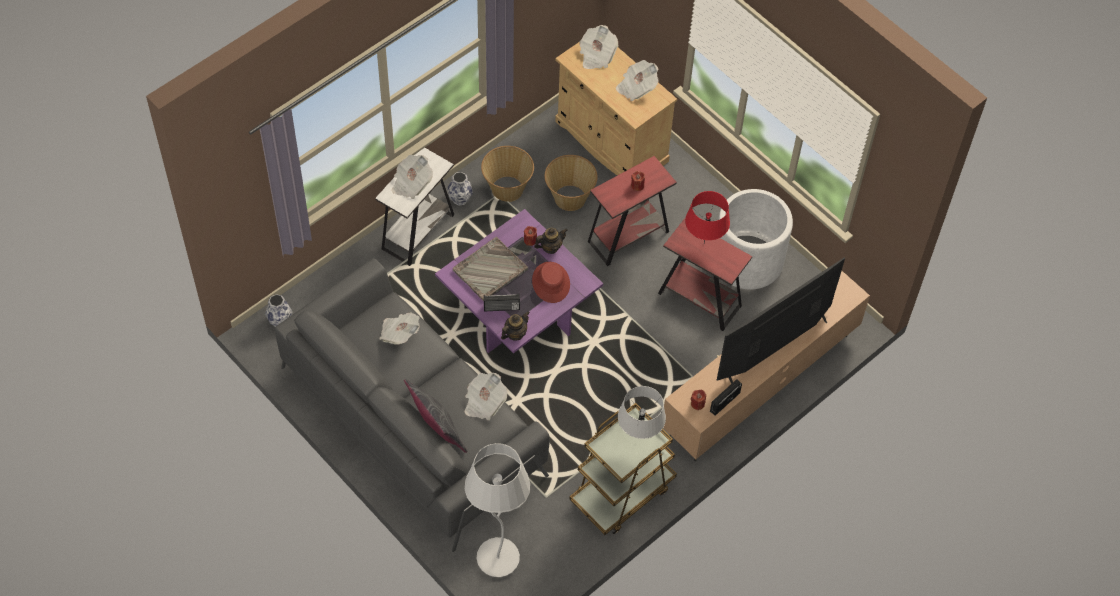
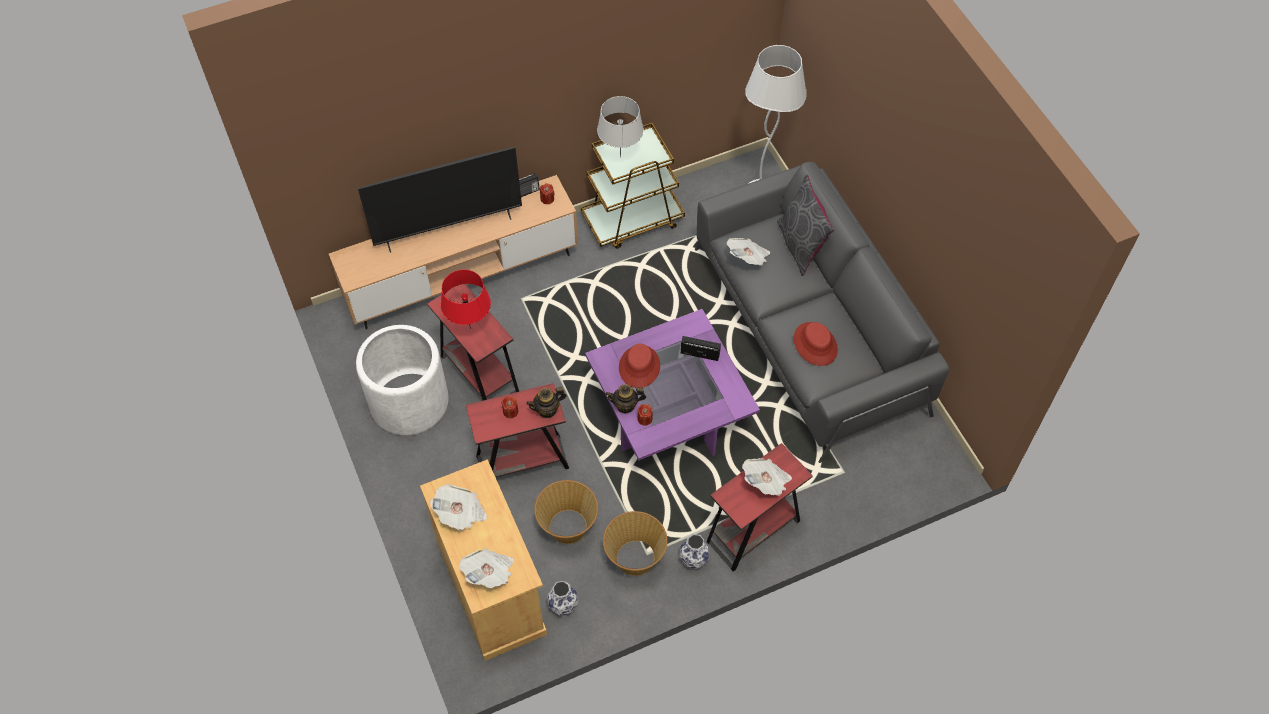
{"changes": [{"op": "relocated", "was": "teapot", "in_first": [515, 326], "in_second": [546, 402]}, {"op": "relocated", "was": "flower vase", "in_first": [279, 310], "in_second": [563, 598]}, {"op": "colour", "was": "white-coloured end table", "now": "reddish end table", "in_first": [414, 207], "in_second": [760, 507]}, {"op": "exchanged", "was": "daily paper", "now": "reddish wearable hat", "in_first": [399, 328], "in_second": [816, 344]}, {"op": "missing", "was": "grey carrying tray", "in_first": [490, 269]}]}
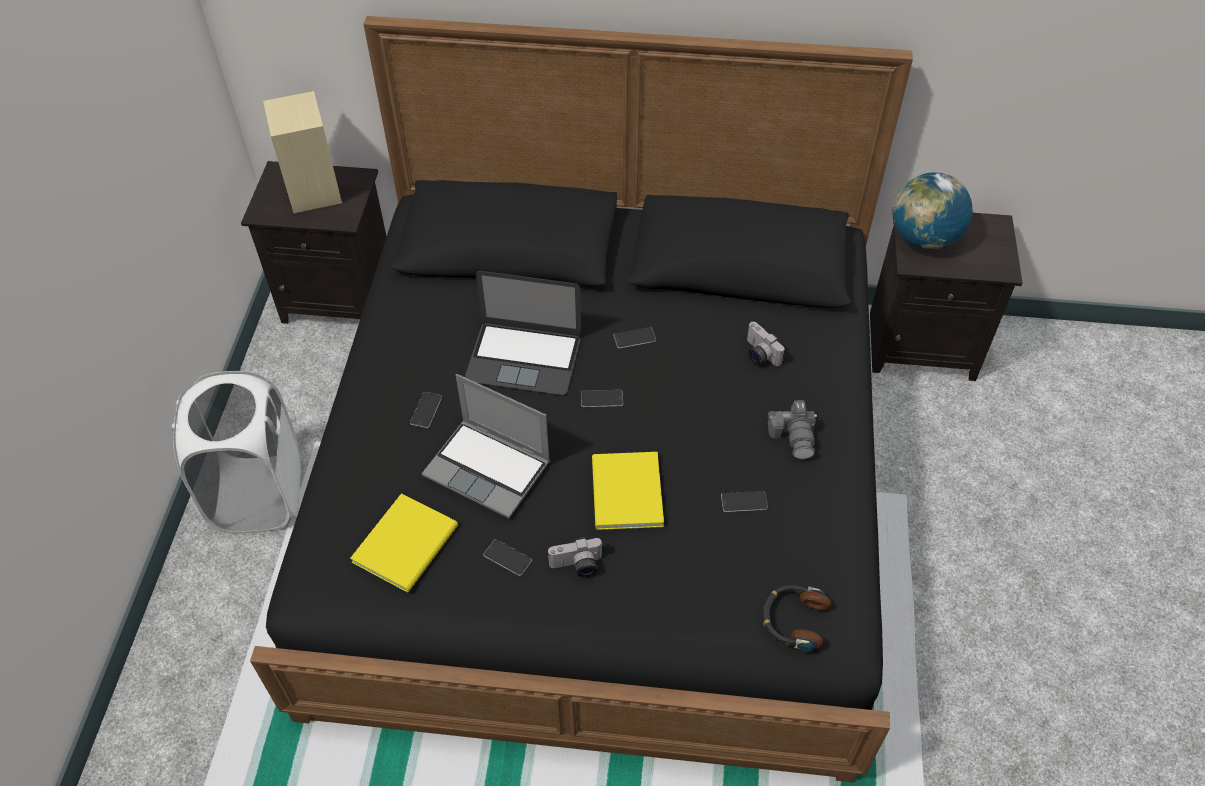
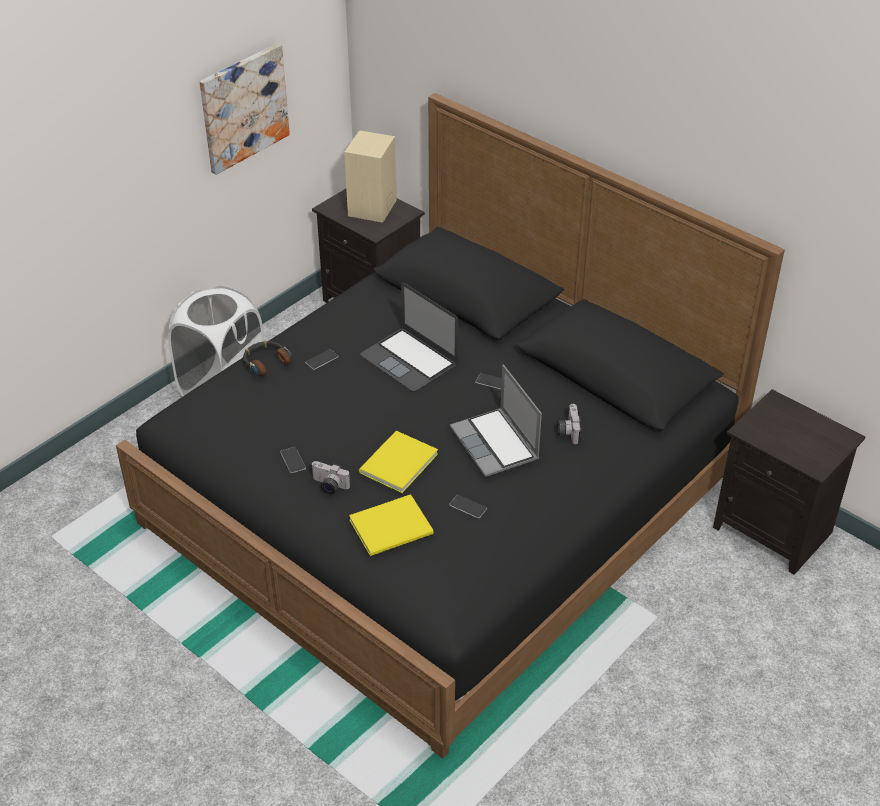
{"changes": [{"op": "appeared", "now": "wall picture", "in_second": [244, 109]}, {"op": "relocated", "was": "headset", "in_first": [797, 618], "in_second": [267, 358]}, {"op": "relocated", "was": "yellow volume", "in_first": [404, 542], "in_second": [391, 525]}, {"op": "relocated", "was": "portable computer", "in_first": [486, 446], "in_second": [496, 421]}, {"op": "missing", "was": "phone", "in_first": [602, 398]}, {"op": "missing", "was": "photo camera", "in_first": [792, 429]}, {"op": "missing", "was": "desk globe", "in_first": [933, 211]}]}
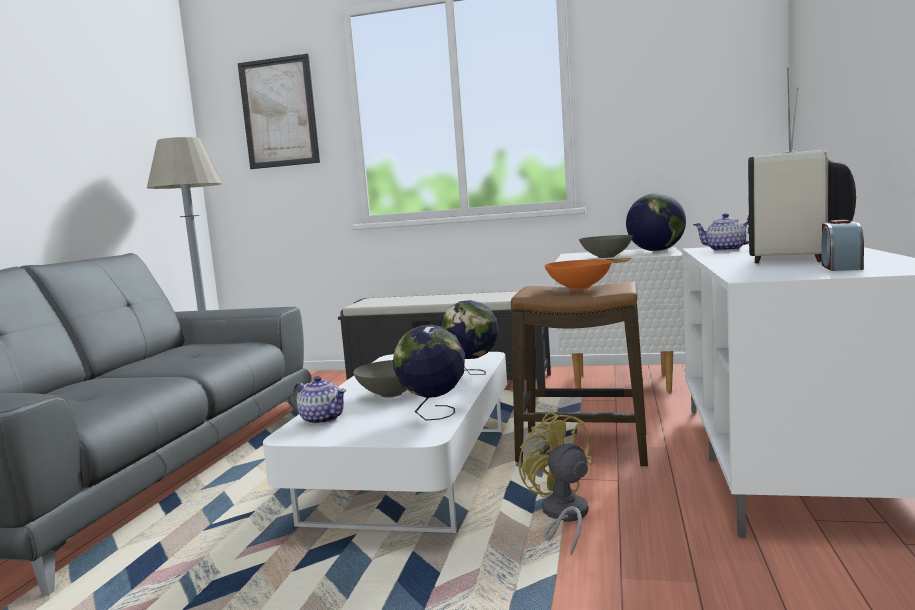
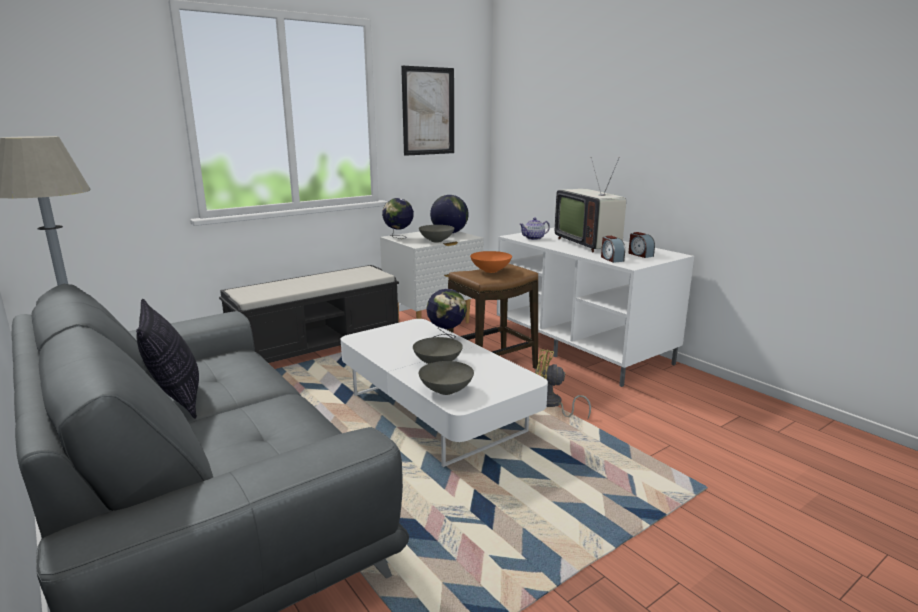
{"changes": [{"op": "appeared", "now": "cushion", "in_second": [167, 359]}, {"op": "relocated", "was": "desk globe", "in_first": [429, 373], "in_second": [398, 218]}, {"op": "relocated", "was": "wall picture", "in_first": [279, 111], "in_second": [427, 111]}, {"op": "exchanged", "was": "teapot", "now": "grey deep dish", "in_first": [319, 400], "in_second": [446, 378]}, {"op": "appeared", "now": "bedside clock", "in_second": [613, 249]}]}
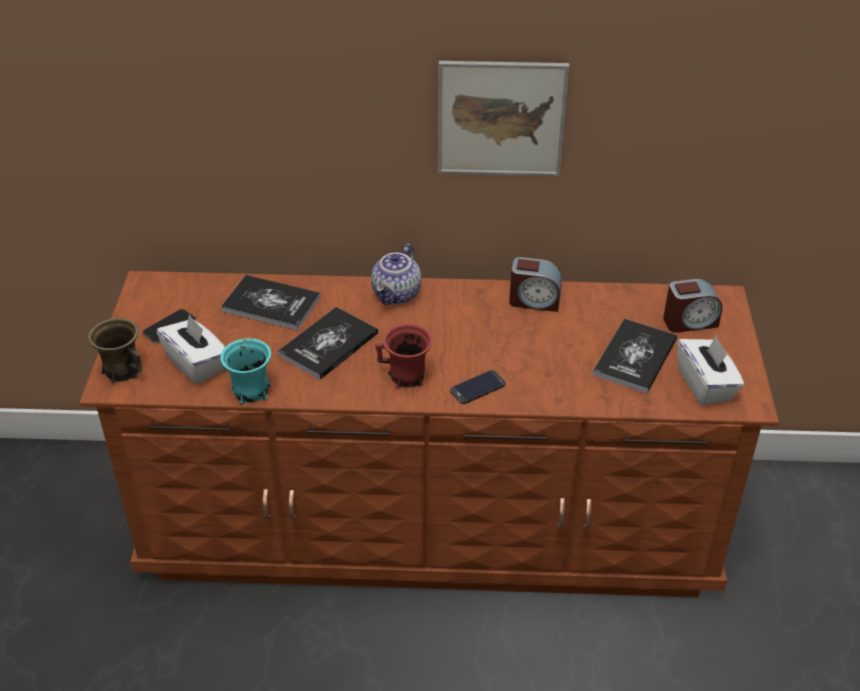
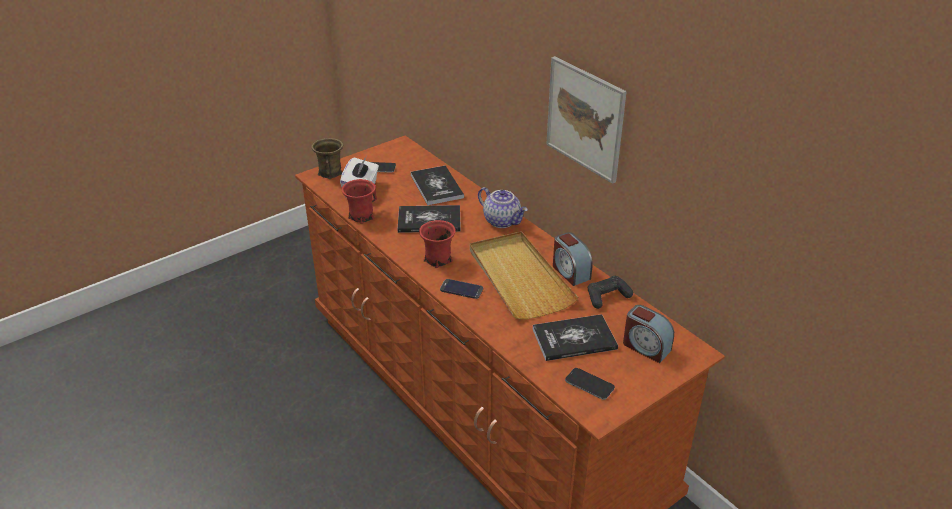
{"changes": [{"op": "colour", "was": "blue-green coffee mug", "now": "reddish coffee mug", "in_first": [245, 371], "in_second": [359, 201]}, {"op": "appeared", "now": "beige-coloured carrying tray", "in_second": [524, 275]}, {"op": "spun", "was": "teapot", "in_first": [396, 274], "in_second": [503, 207], "clockwise": -120}, {"op": "exchanged", "was": "white-coloured box of tissues", "now": "phone", "in_first": [710, 370], "in_second": [590, 384]}, {"op": "appeared", "now": "black-coloured gamepad", "in_second": [610, 292]}]}
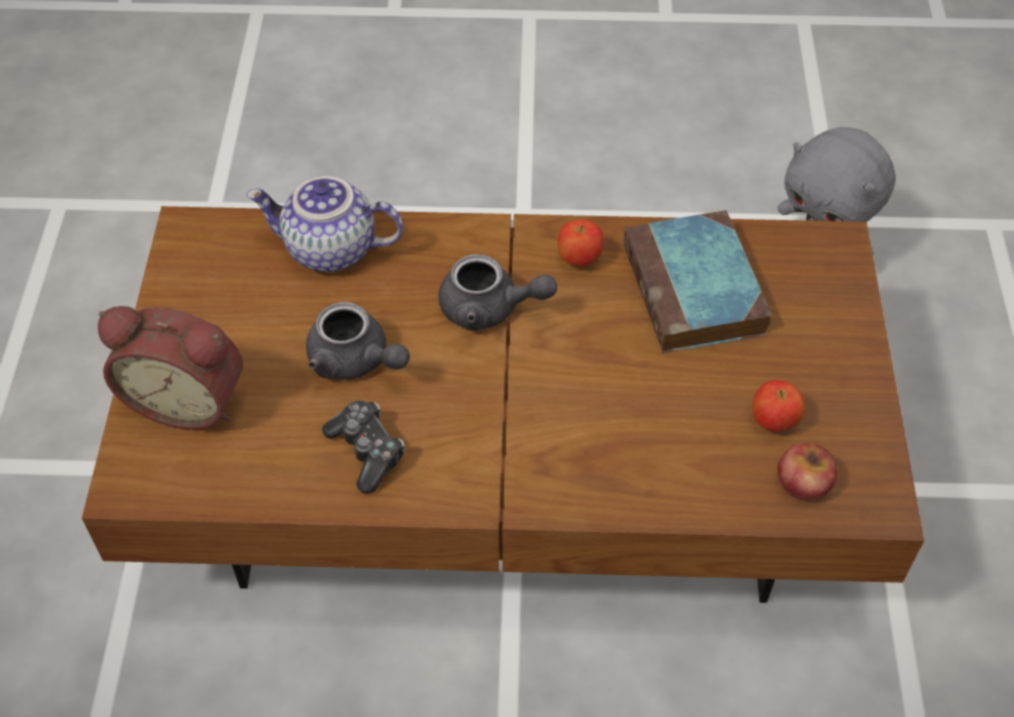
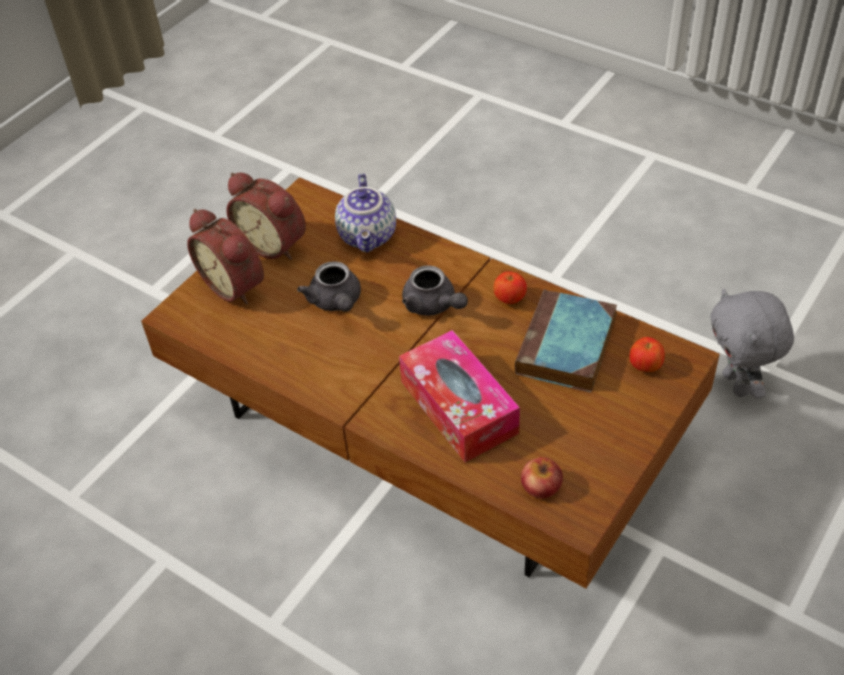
{"changes": [{"op": "appeared", "now": "bedside clock", "in_second": [266, 216]}, {"op": "spun", "was": "teapot", "in_first": [324, 224], "in_second": [365, 212], "clockwise": -135}, {"op": "appeared", "now": "box of tissues", "in_second": [459, 396]}, {"op": "relocated", "was": "apple fruit", "in_first": [778, 406], "in_second": [647, 354]}, {"op": "missing", "was": "gamepad", "in_first": [363, 447]}]}
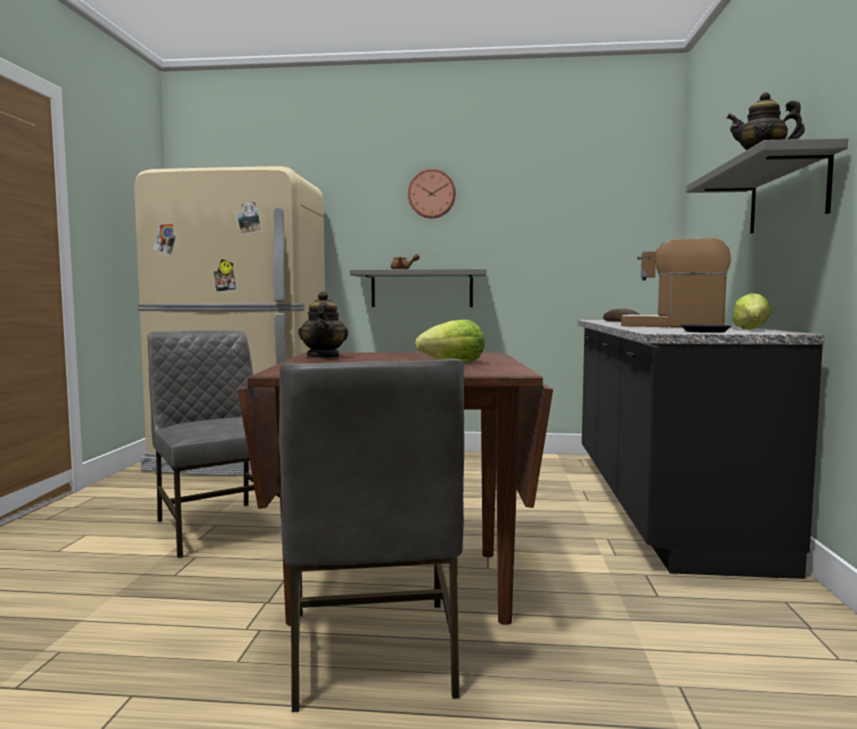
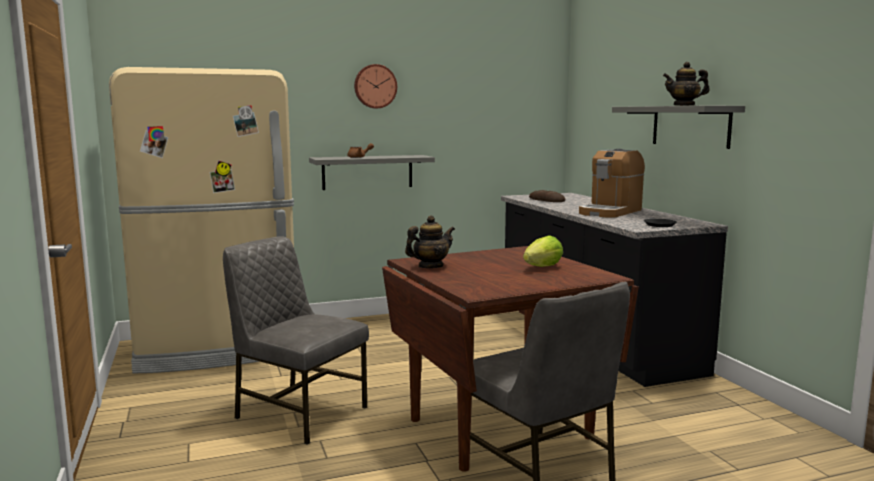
{"changes": [{"op": "spun", "was": "teapot", "in_first": [323, 324], "in_second": [430, 241], "clockwise": -90}, {"op": "spun", "was": "coffee brewer", "in_first": [676, 282], "in_second": [612, 183], "clockwise": -45}, {"op": "missing", "was": "lettuce head", "in_first": [752, 311]}]}
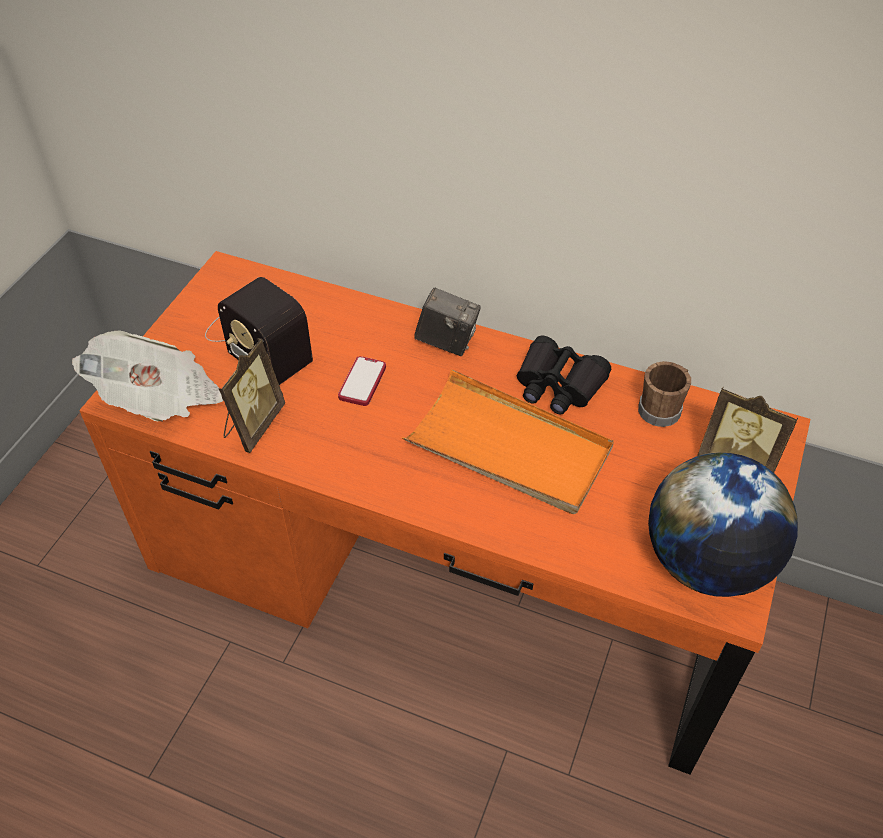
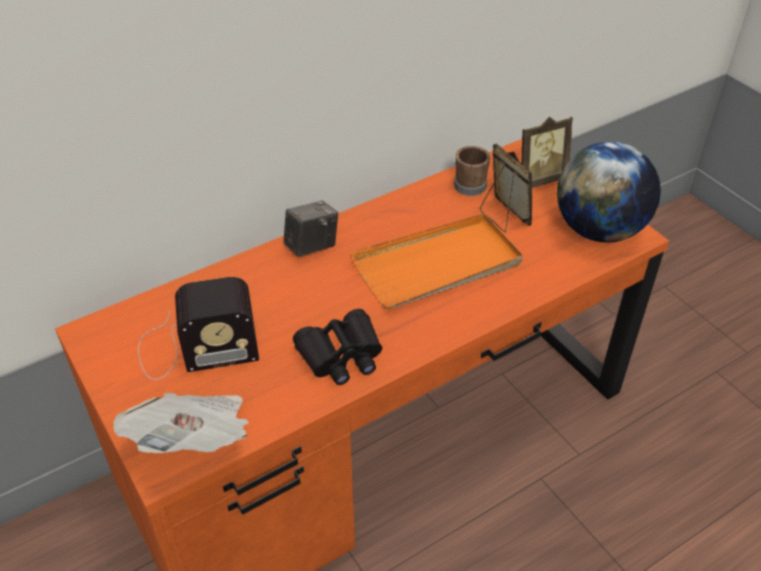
{"changes": [{"op": "relocated", "was": "black-coloured field glasses", "in_first": [564, 375], "in_second": [337, 347]}, {"op": "relocated", "was": "picture frame", "in_first": [251, 395], "in_second": [506, 188]}, {"op": "missing", "was": "phone", "in_first": [362, 381]}]}
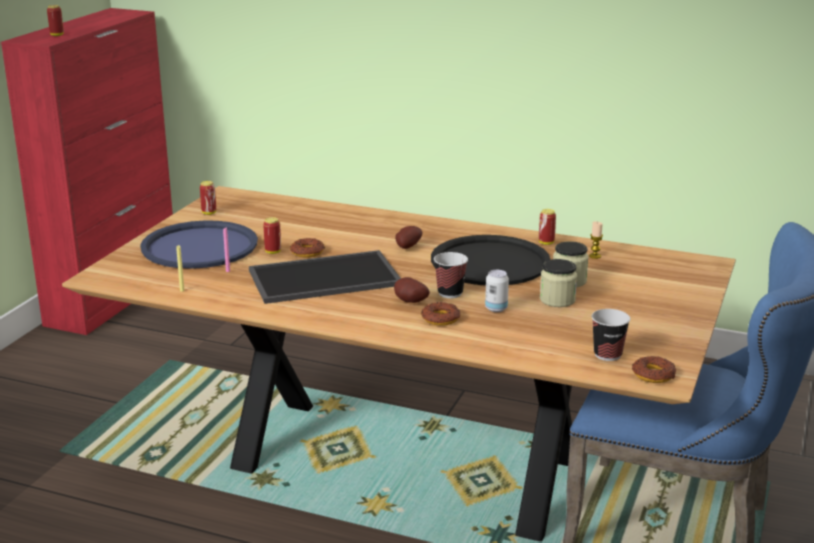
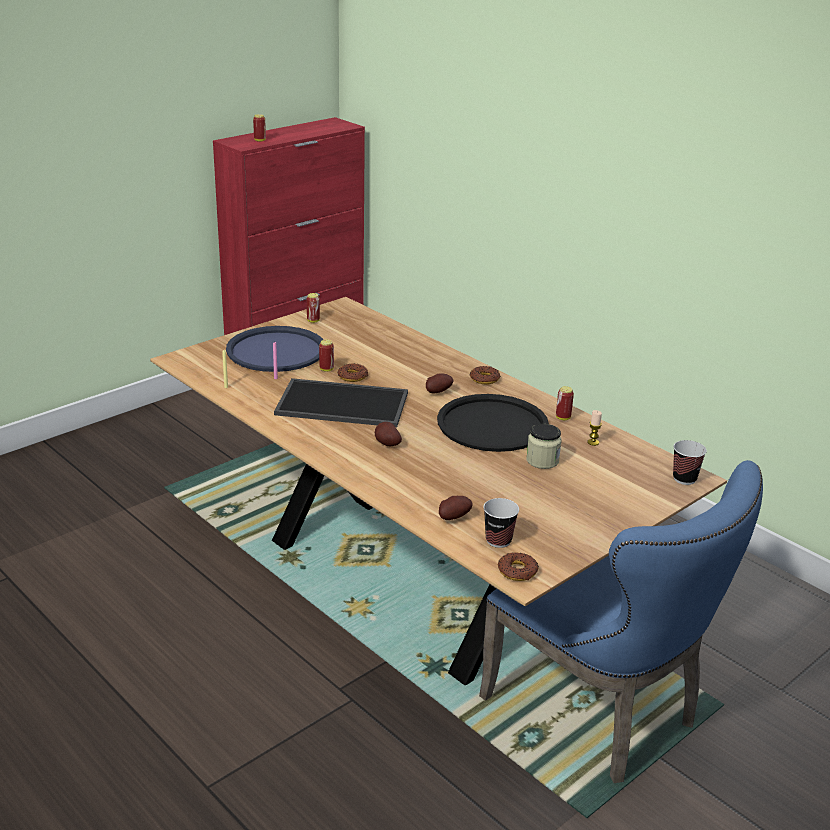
{"changes": [{"op": "appeared", "now": "whole potato", "in_second": [456, 508]}, {"op": "relocated", "was": "donut", "in_first": [441, 314], "in_second": [485, 375]}, {"op": "relocated", "was": "drinking cup", "in_first": [451, 275], "in_second": [690, 462]}, {"op": "missing", "was": "sealed can", "in_first": [497, 291]}, {"op": "missing", "was": "preserve jar", "in_first": [558, 283]}]}
